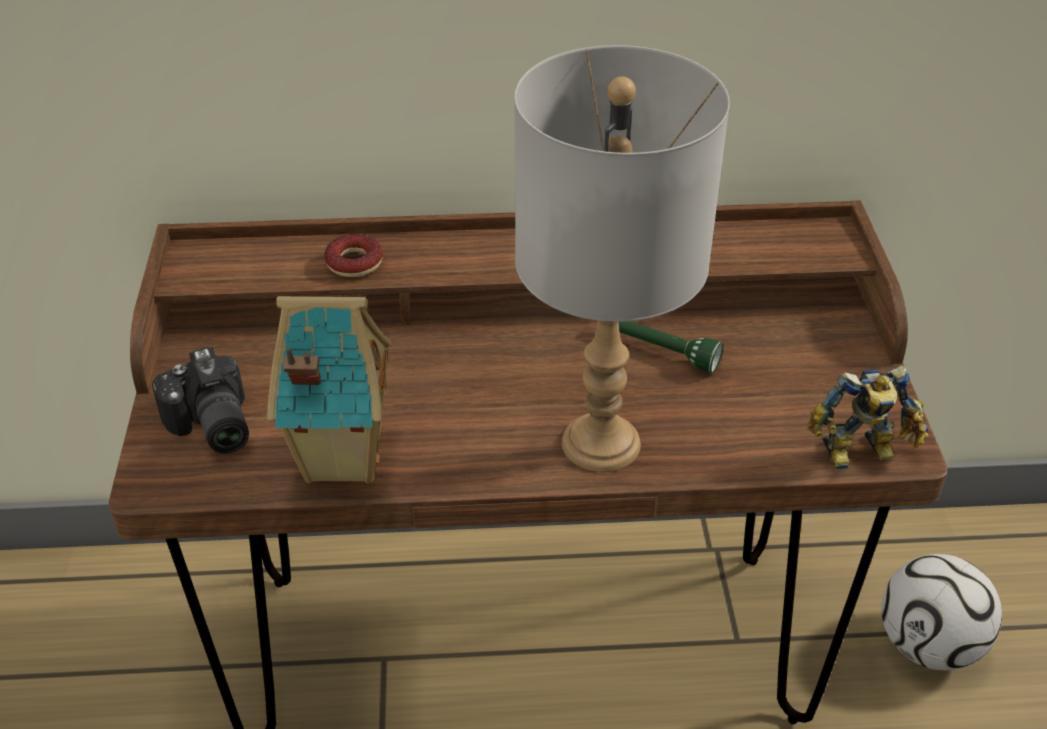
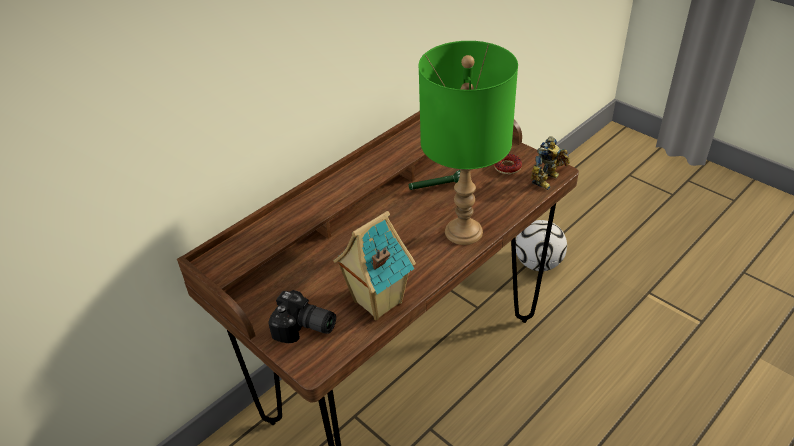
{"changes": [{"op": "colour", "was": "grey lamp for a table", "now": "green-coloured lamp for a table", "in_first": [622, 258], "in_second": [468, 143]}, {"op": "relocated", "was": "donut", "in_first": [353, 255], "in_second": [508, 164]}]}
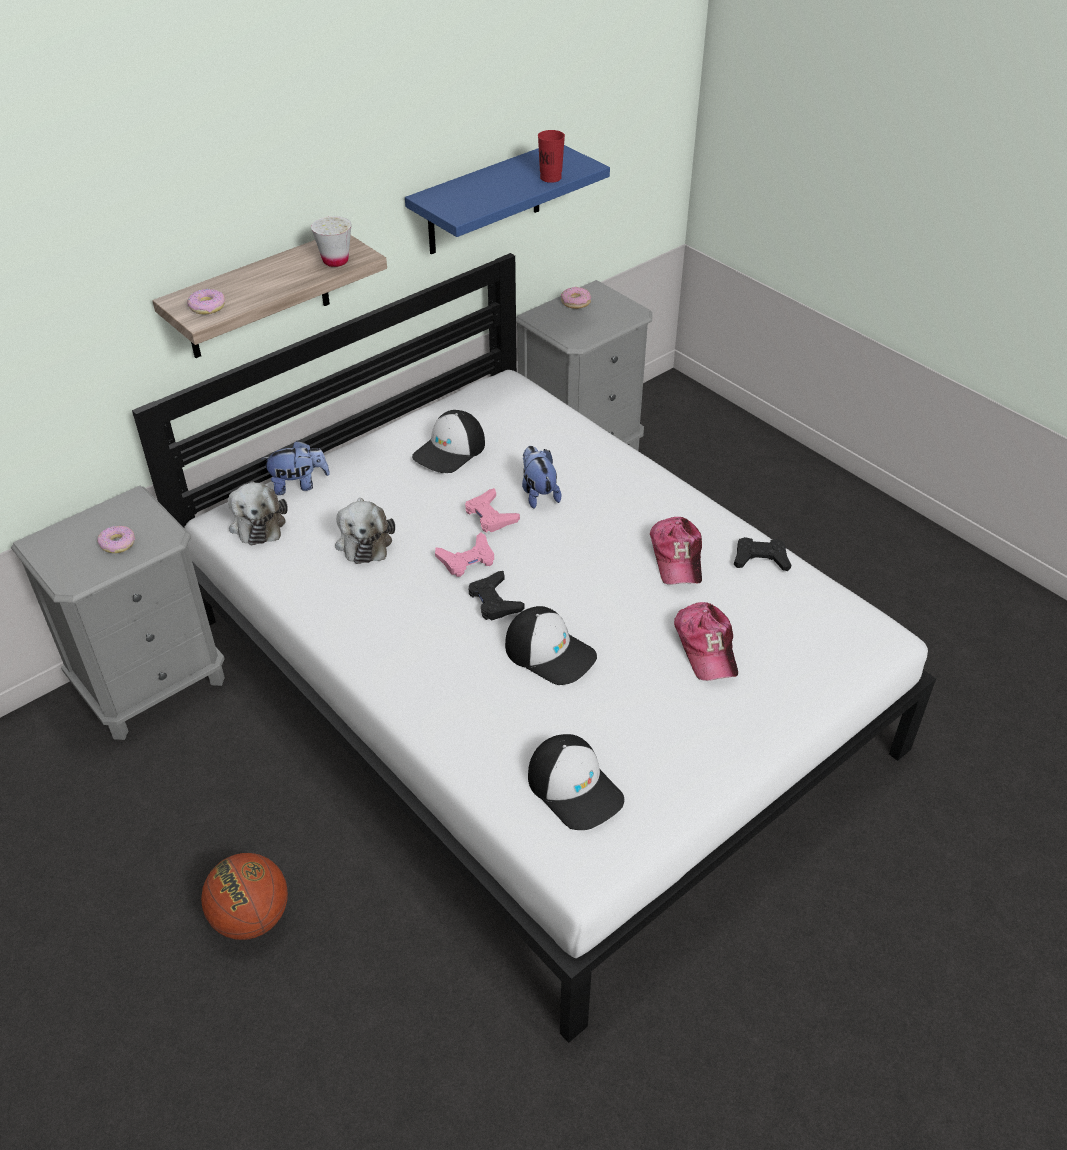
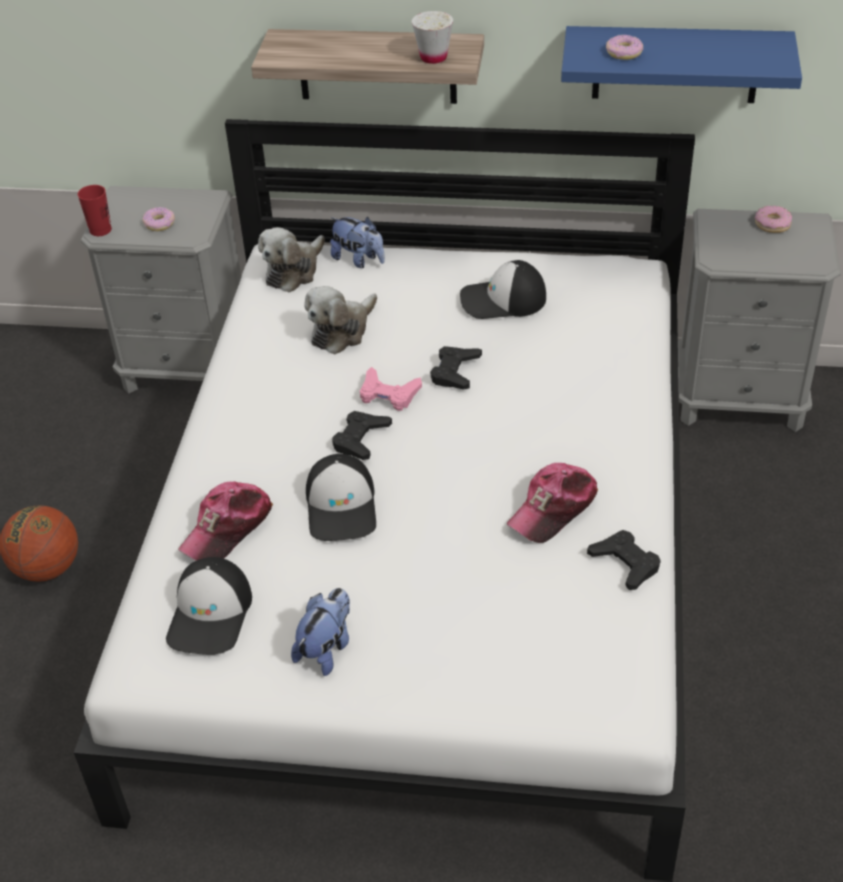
{"changes": [{"op": "relocated", "was": "reddish drinking cup", "in_first": [551, 156], "in_second": [95, 210]}, {"op": "relocated", "was": "peaked cap", "in_first": [706, 641], "in_second": [225, 521]}, {"op": "relocated", "was": "plush toy", "in_first": [541, 477], "in_second": [320, 632]}, {"op": "colour", "was": "pinkish gamepad", "now": "black-coloured gamepad", "in_first": [492, 510], "in_second": [456, 368]}, {"op": "relocated", "was": "donut", "in_first": [206, 302], "in_second": [624, 47]}]}
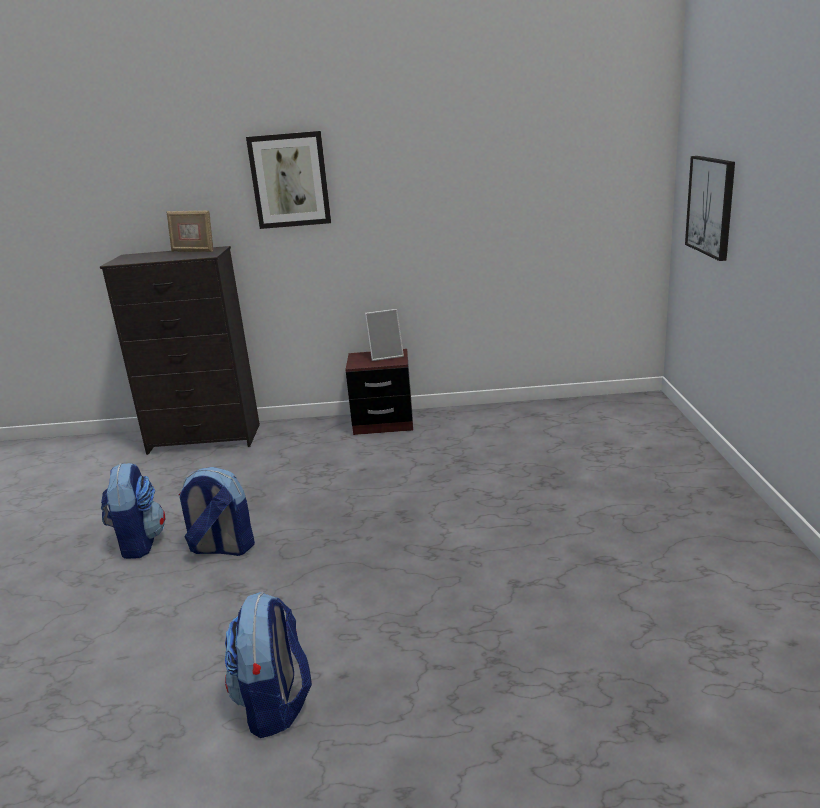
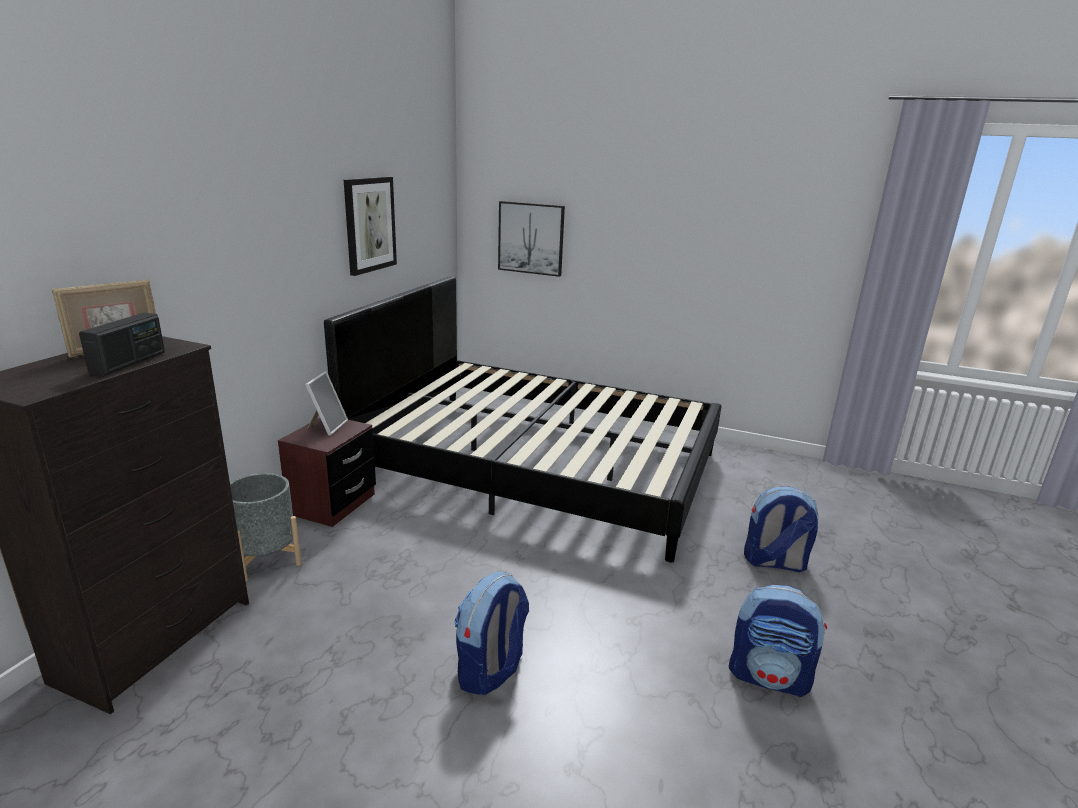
{"changes": [{"op": "appeared", "now": "radio set", "in_second": [122, 344]}, {"op": "appeared", "now": "grey plant pot", "in_second": [265, 527]}, {"op": "appeared", "now": "black-coloured sleeping bed", "in_second": [523, 419]}, {"op": "relocated", "was": "wall picture", "in_first": [288, 180], "in_second": [370, 226]}, {"op": "relocated", "was": "backpack", "in_first": [133, 511], "in_second": [781, 529]}]}
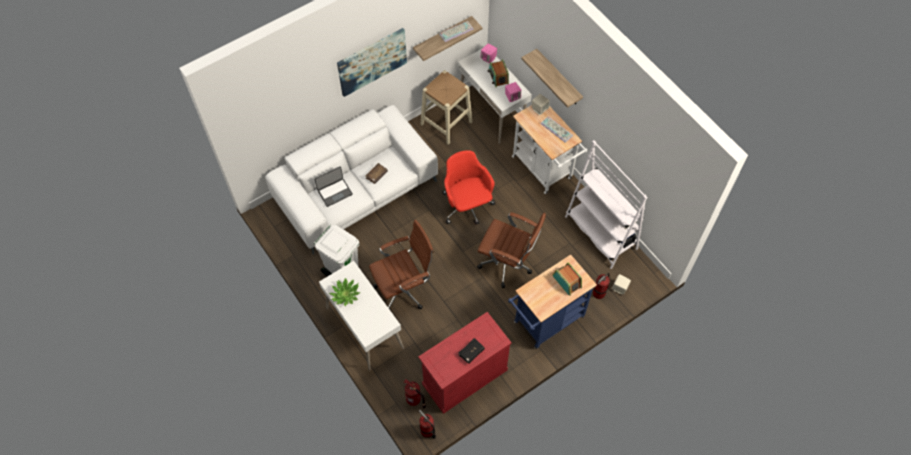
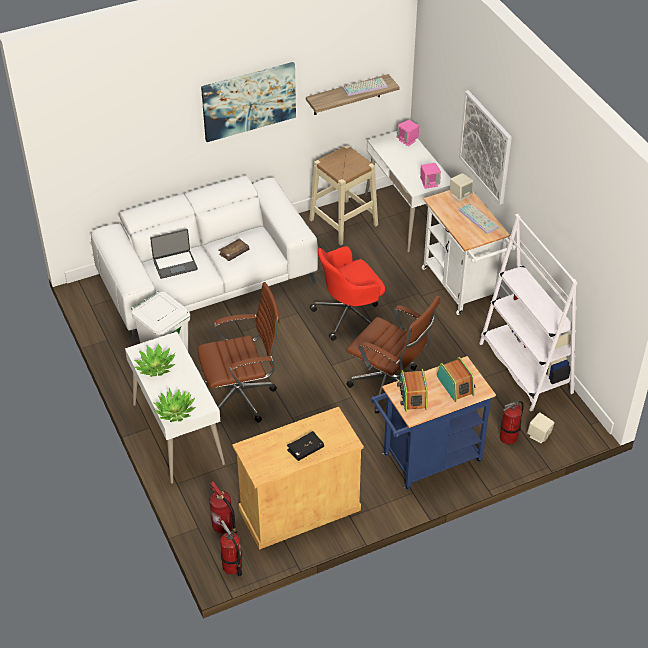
{"changes": [{"op": "appeared", "now": "houseplant", "in_second": [174, 405]}, {"op": "colour", "was": "reddish storage cabinet", "now": "beige-coloured storage cabinet", "in_first": [465, 363], "in_second": [298, 478]}, {"op": "spun", "was": "reddish desk chair", "in_first": [468, 187], "in_second": [347, 293], "clockwise": -105}, {"op": "relocated", "was": "radio set", "in_first": [498, 73], "in_second": [412, 390]}, {"op": "exchanged", "was": "wall shelf", "now": "wall picture", "in_first": [552, 78], "in_second": [485, 147]}]}
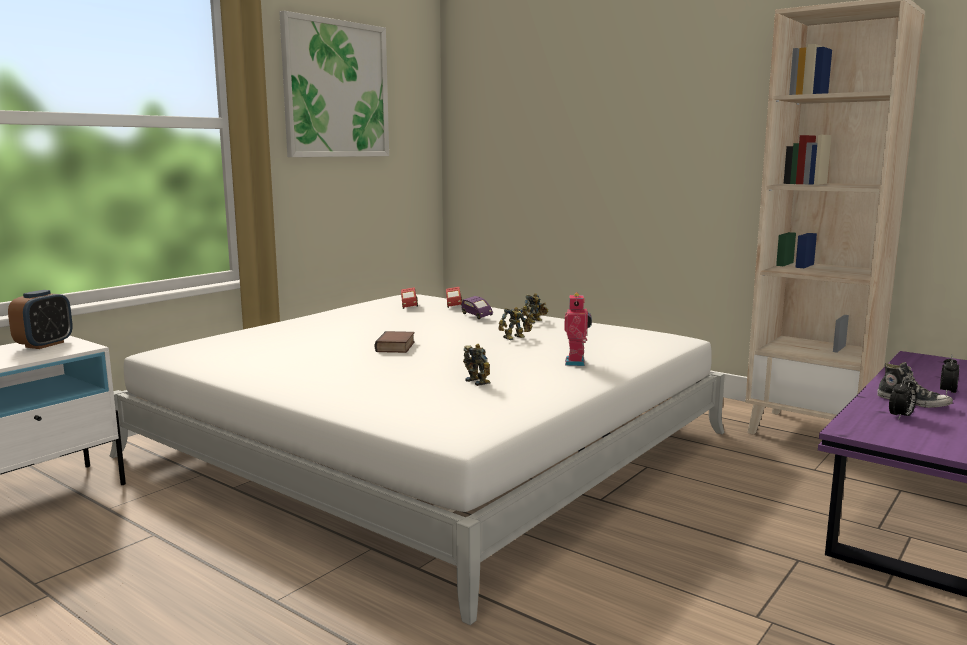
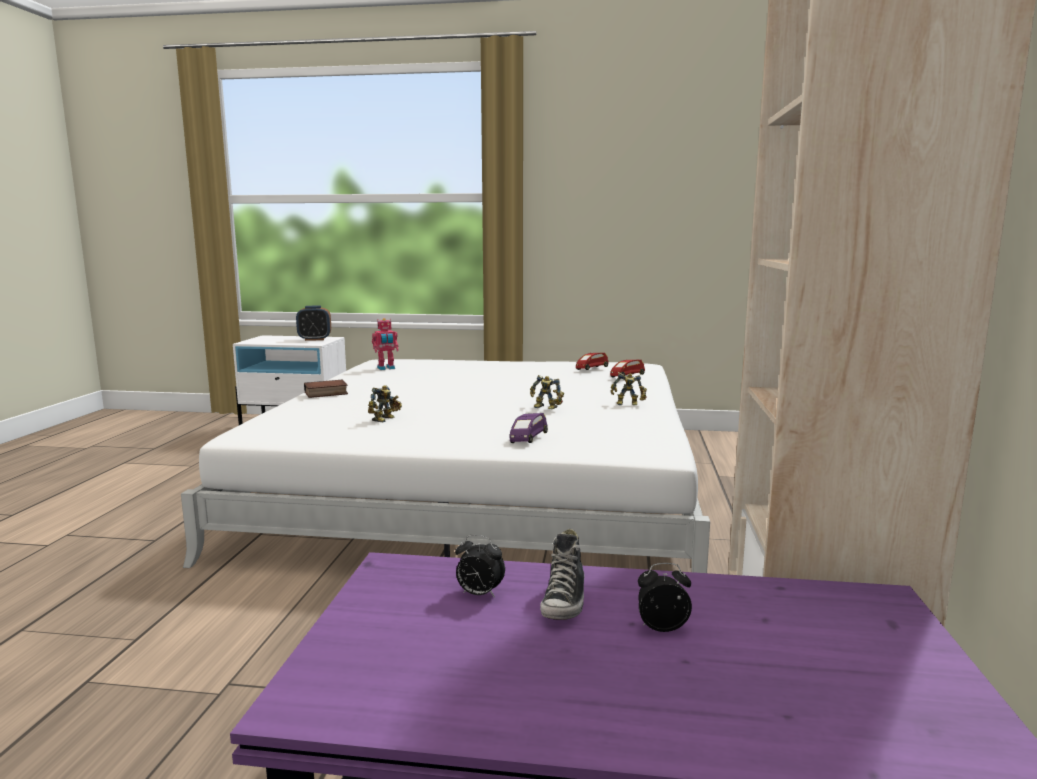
{"changes": [{"op": "relocated", "was": "volume", "in_first": [395, 342], "in_second": [326, 389]}, {"op": "relocated", "was": "model robot", "in_first": [578, 329], "in_second": [385, 344]}, {"op": "relocated", "was": "purple model car", "in_first": [477, 307], "in_second": [529, 428]}, {"op": "missing", "was": "wall picture", "in_first": [334, 84]}]}
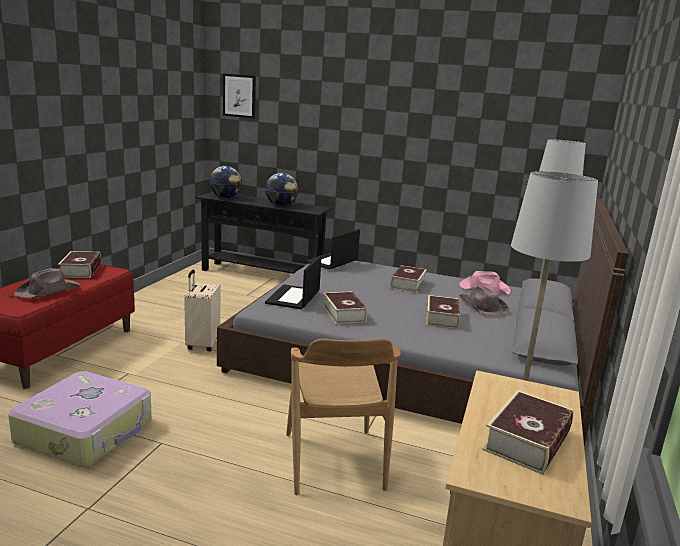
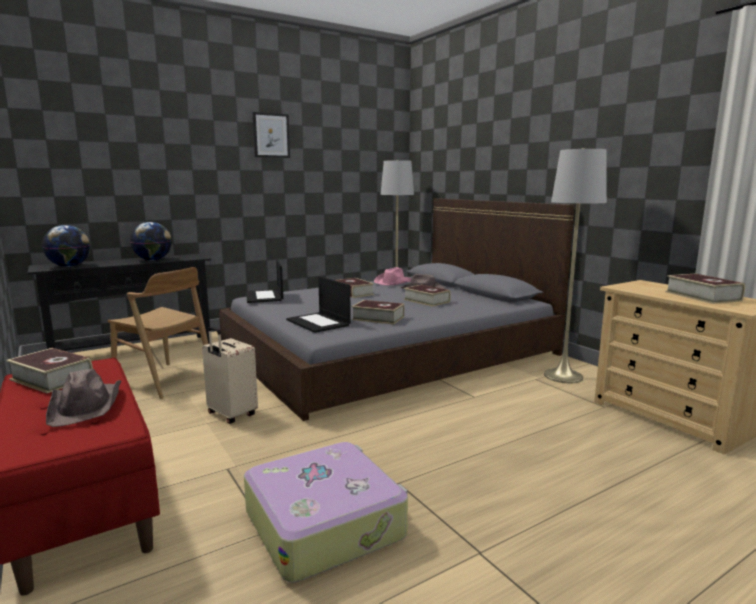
{"changes": [{"op": "relocated", "was": "brown-coloured upright chair", "in_first": [343, 416], "in_second": [158, 333]}, {"op": "relocated", "was": "wall picture", "in_first": [239, 96], "in_second": [271, 135]}]}
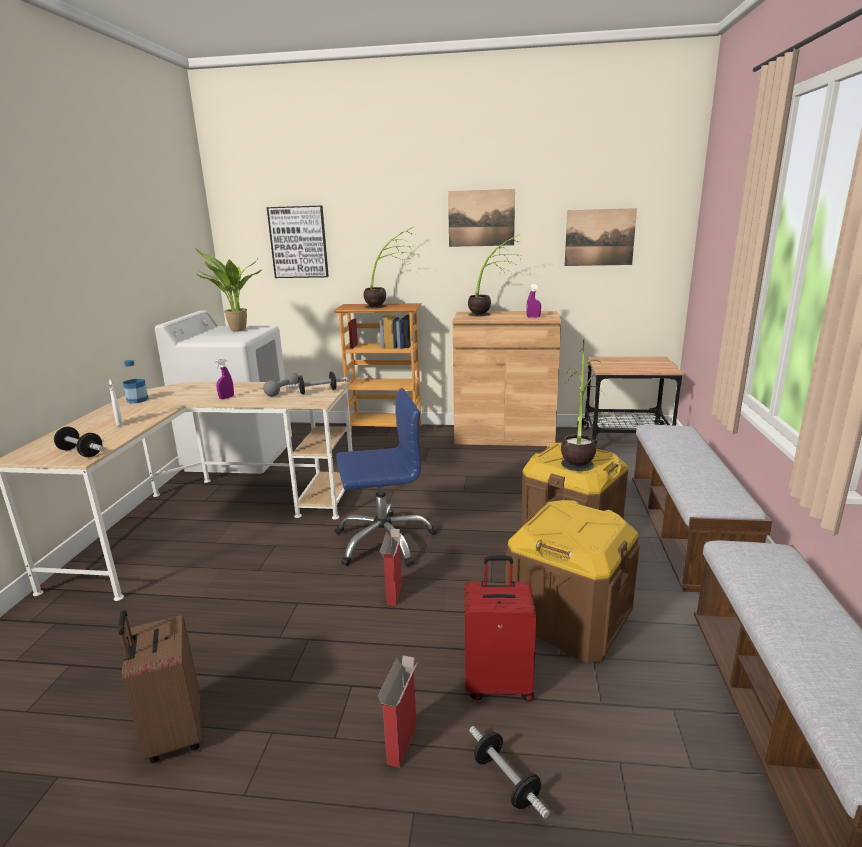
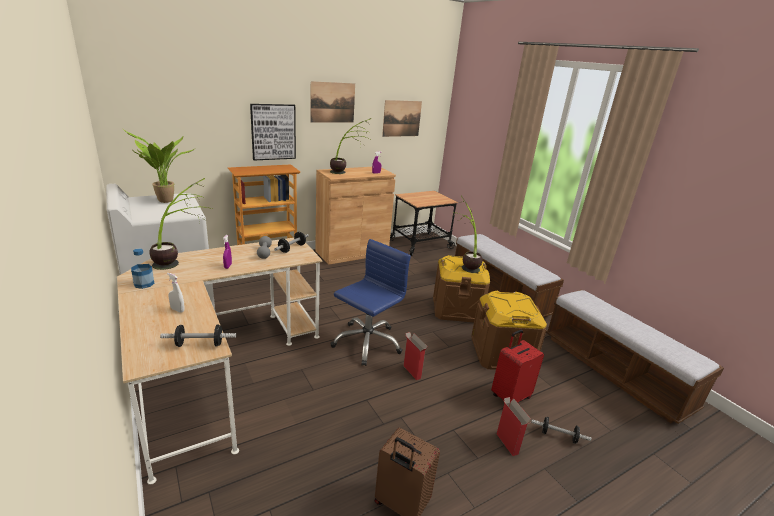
{"changes": [{"op": "relocated", "was": "houseplant", "in_first": [390, 268], "in_second": [180, 224]}, {"op": "relocated", "was": "wall picture", "in_first": [298, 241], "in_second": [273, 132]}]}
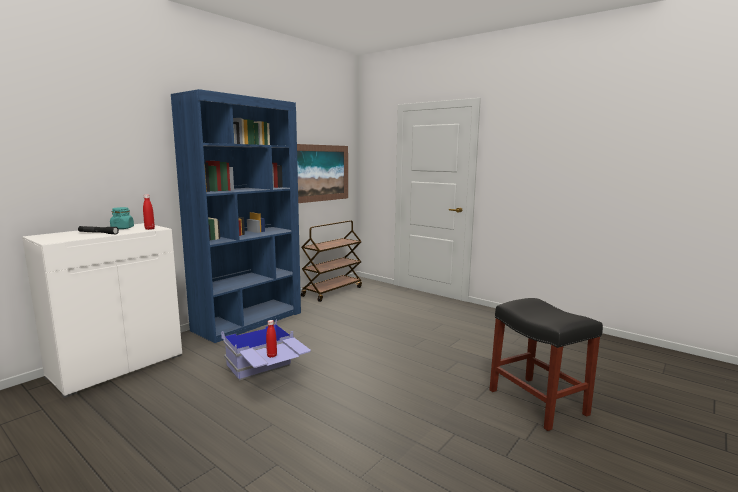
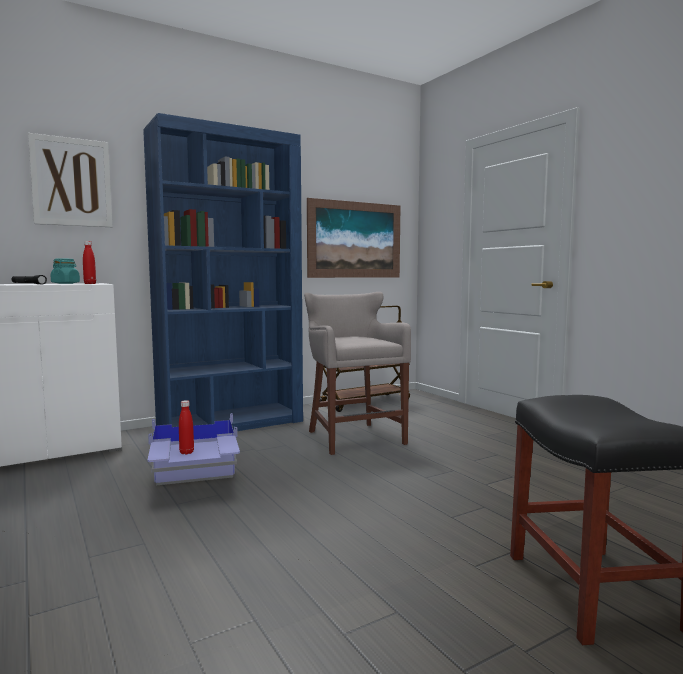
{"changes": [{"op": "appeared", "now": "wall picture", "in_second": [70, 180]}, {"op": "appeared", "now": "grey stool", "in_second": [357, 373]}]}
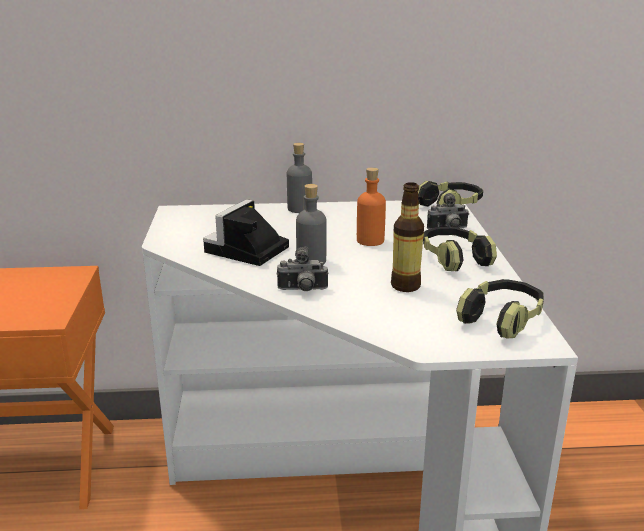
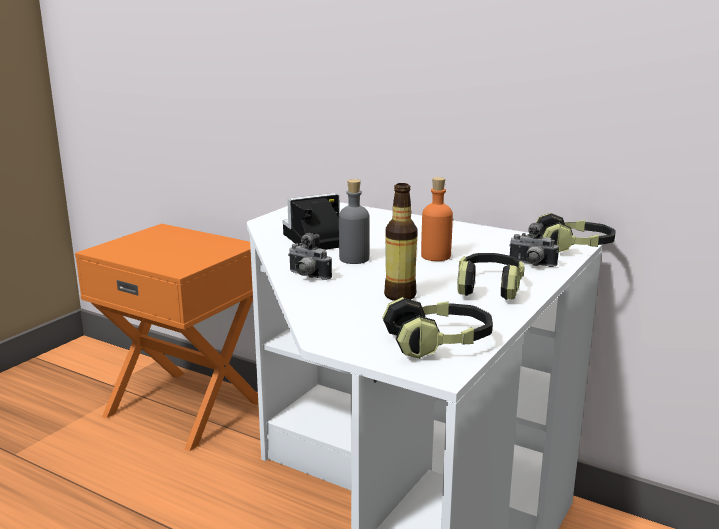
{"changes": [{"op": "missing", "was": "grey drink bottle", "in_first": [299, 178]}]}
